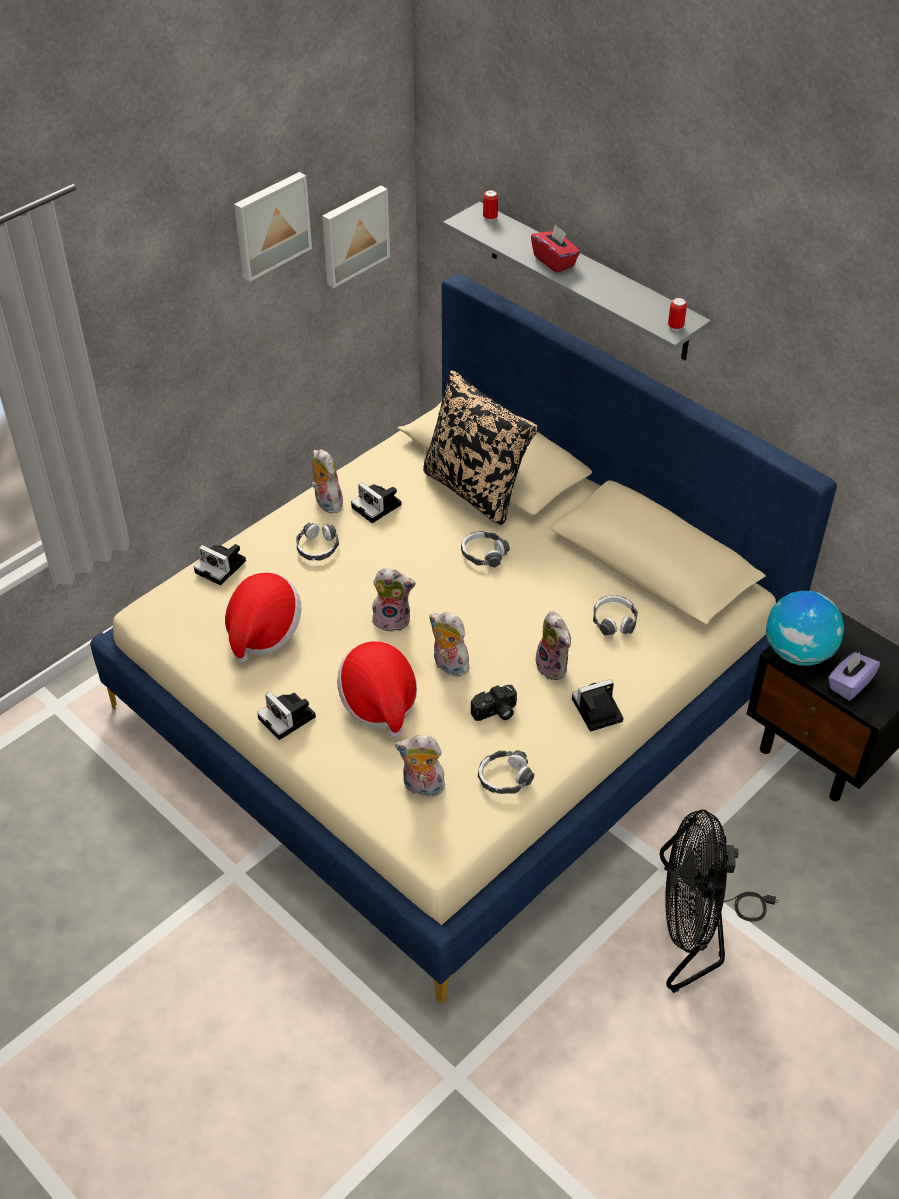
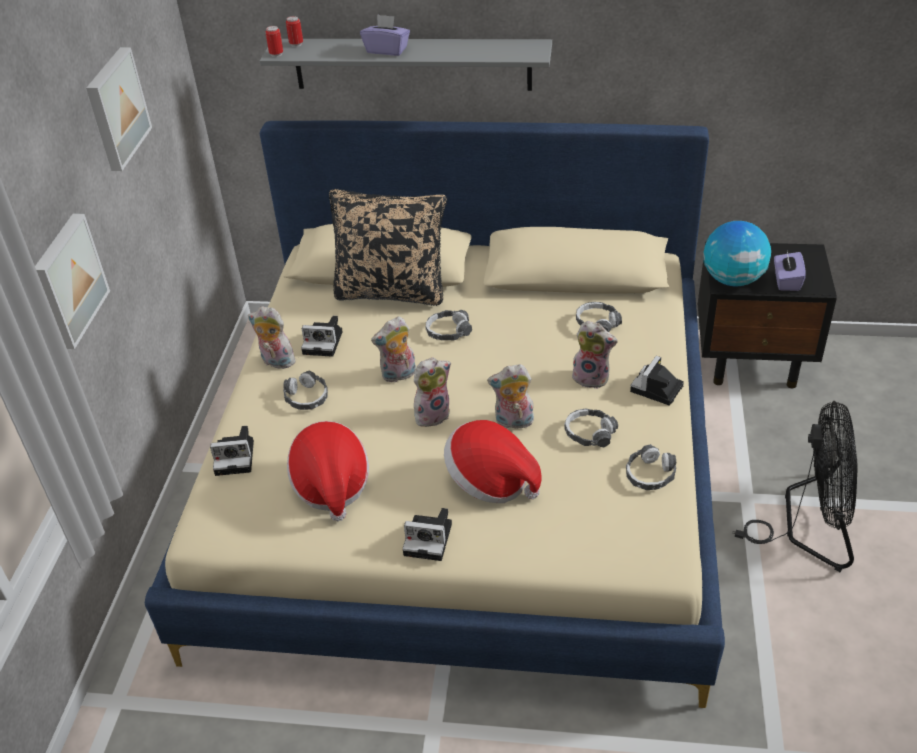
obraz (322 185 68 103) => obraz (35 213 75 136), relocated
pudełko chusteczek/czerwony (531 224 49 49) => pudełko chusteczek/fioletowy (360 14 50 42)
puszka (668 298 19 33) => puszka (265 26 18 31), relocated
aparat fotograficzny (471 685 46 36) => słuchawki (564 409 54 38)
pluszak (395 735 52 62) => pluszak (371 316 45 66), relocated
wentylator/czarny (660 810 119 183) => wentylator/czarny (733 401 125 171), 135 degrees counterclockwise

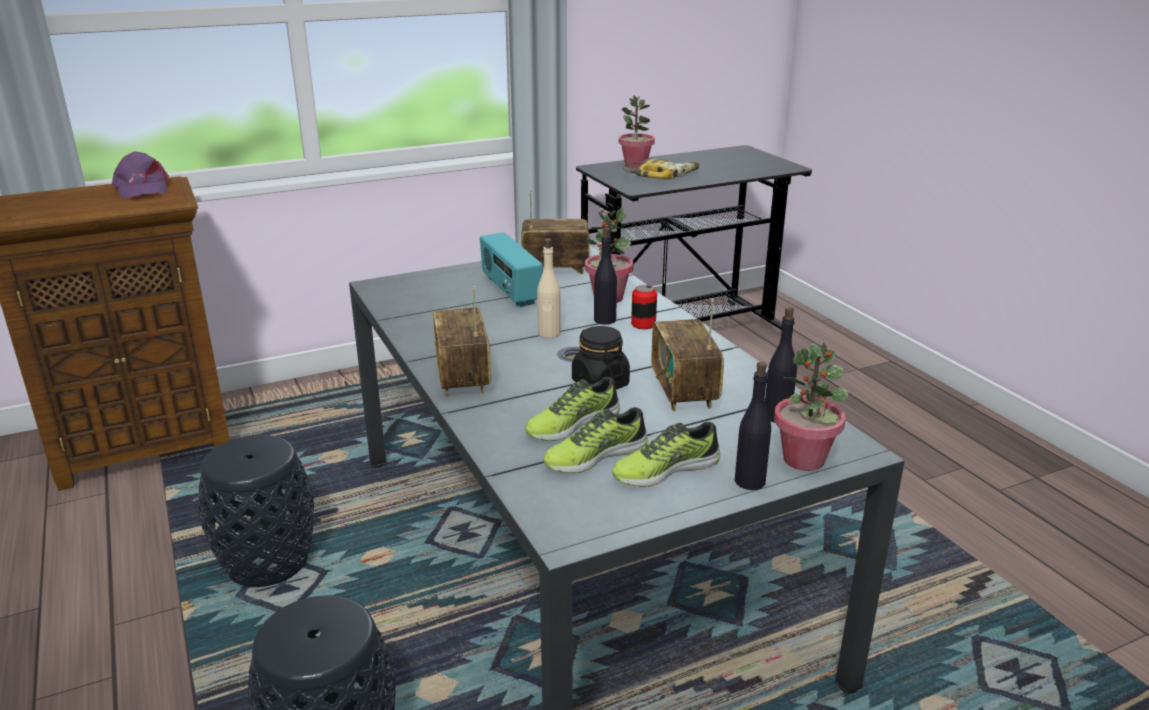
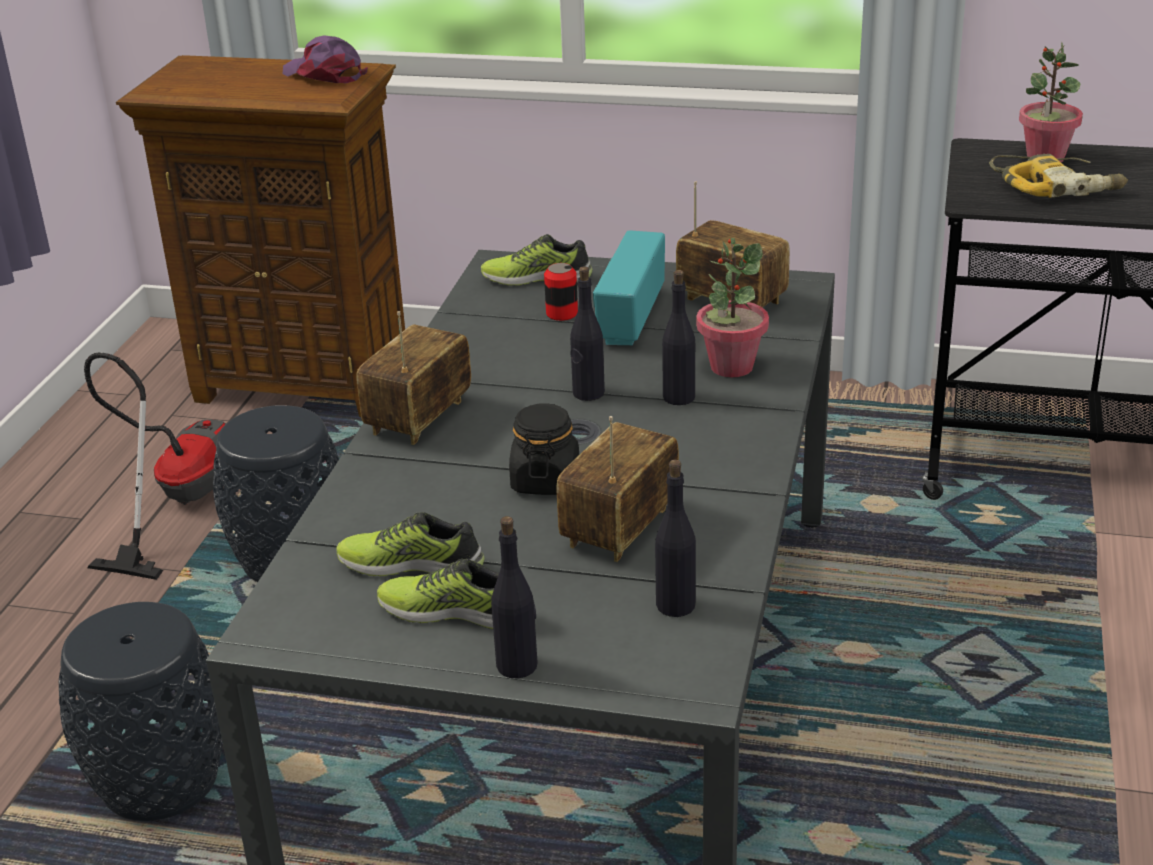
czapka z daszkiem/fioletowy (112 151 57 47) => czapka z daszkiem/fioletowy (283 35 85 49), 120 degrees clockwise
butelka/beżowy (537 238 24 100) => butelka/czarny (570 266 35 135)
puszka (631 285 26 44) => puszka (544 263 34 58), relocated
roślina doniczkowa (774 342 75 129) => nothing
but (525 377 95 64) => but (481 234 111 52), relocated
nothing => odkurzacz (84 353 142 227)

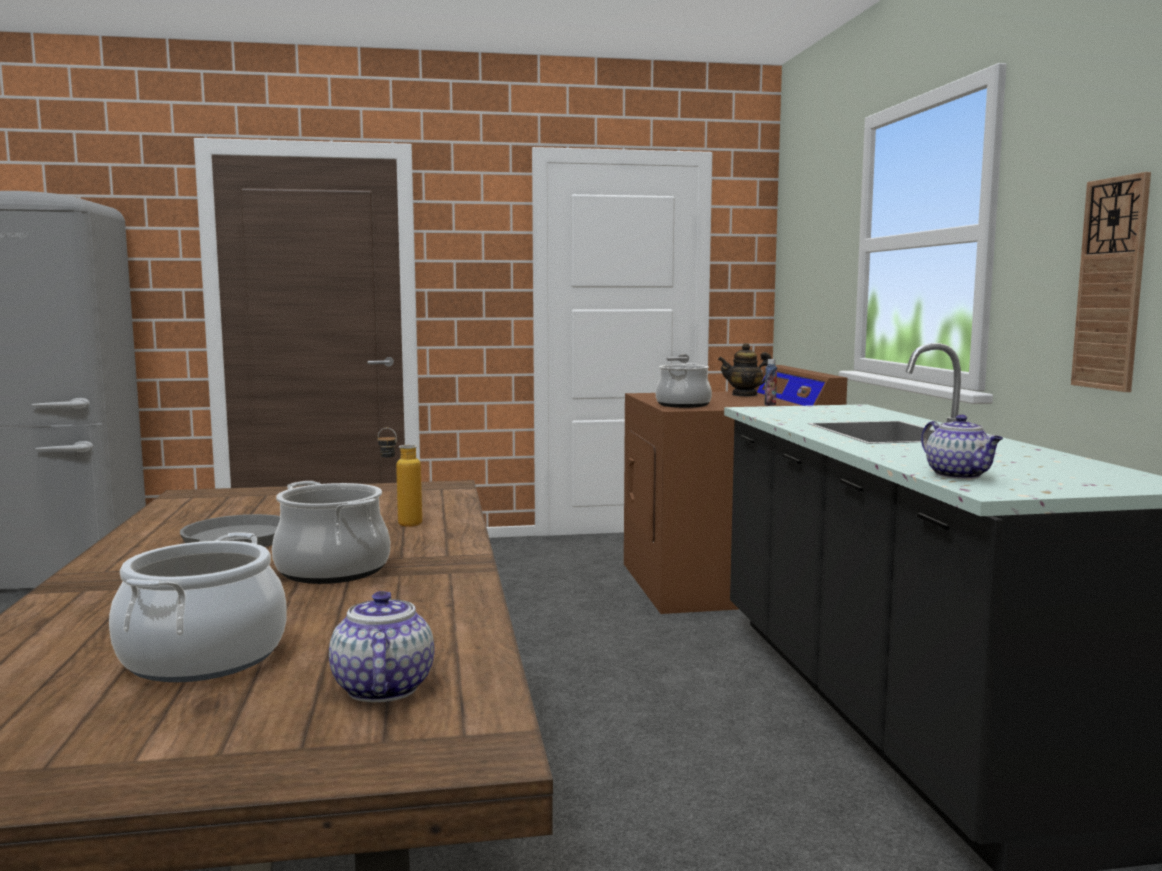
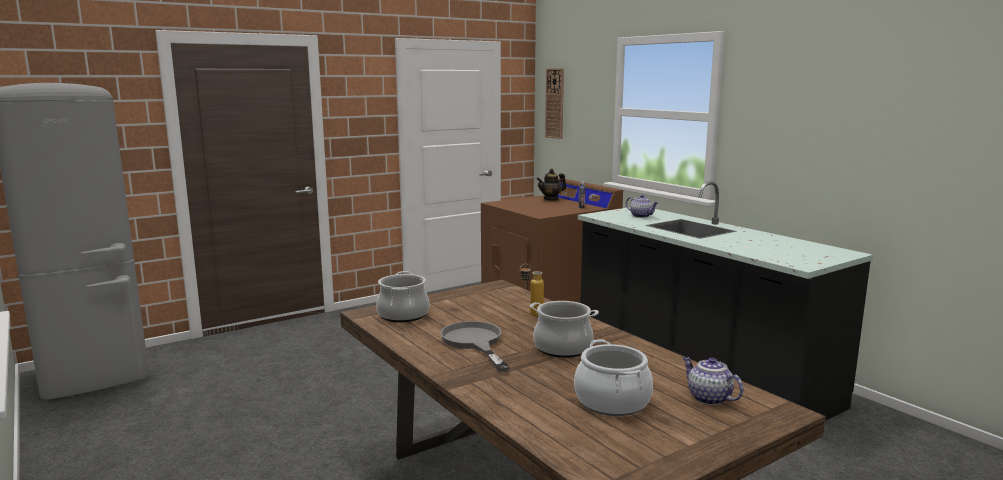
zegar ścienny (1071 172 80 220) => zegar ścienny (545 68 19 71), relocated
garnek (656 363 56 45) => garnek (376 271 53 52), relocated
imbryk (921 415 82 64) => imbryk (626 195 32 23), relocated

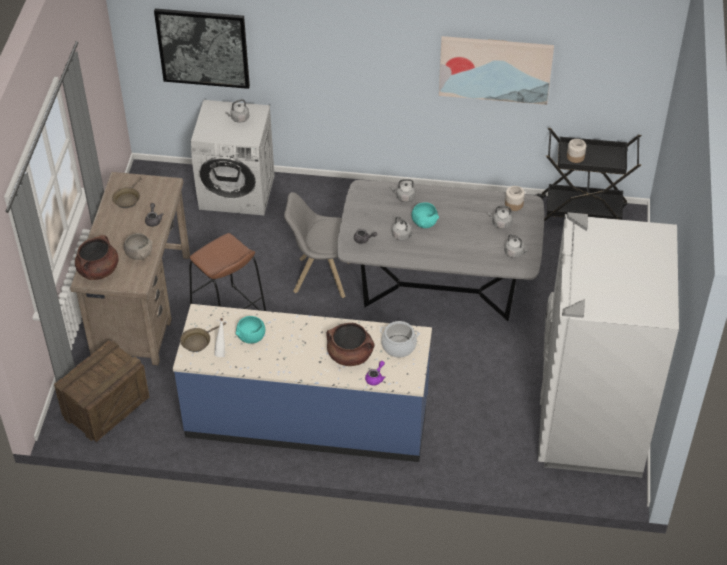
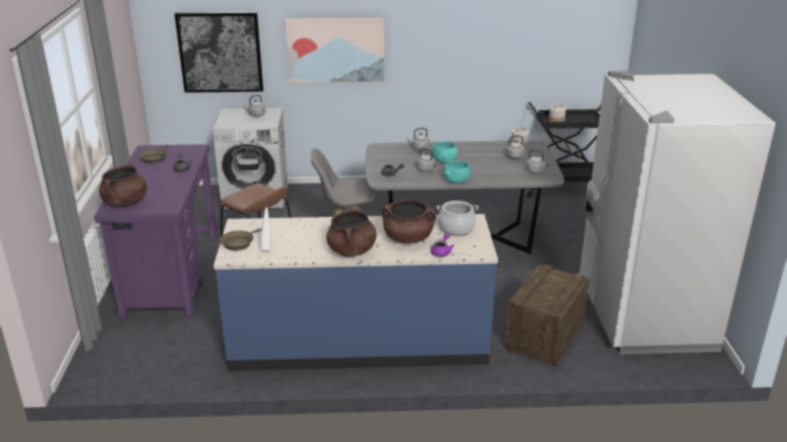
obraz (439 36 115 69) => obraz (285 18 99 65), relocated
biurko/brązowy (70 172 120 193) => biurko/fioletowy (94 144 123 174)
miska/szary (124 233 29 27) => nothing
miska/turkusowy (236 316 29 28) => miska/turkusowy (444 161 27 23), relocated
skrzynka (54 340 96 102) => skrzynka (505 264 84 102), relocated
nothing => garnek/brązowy (326 207 51 50)

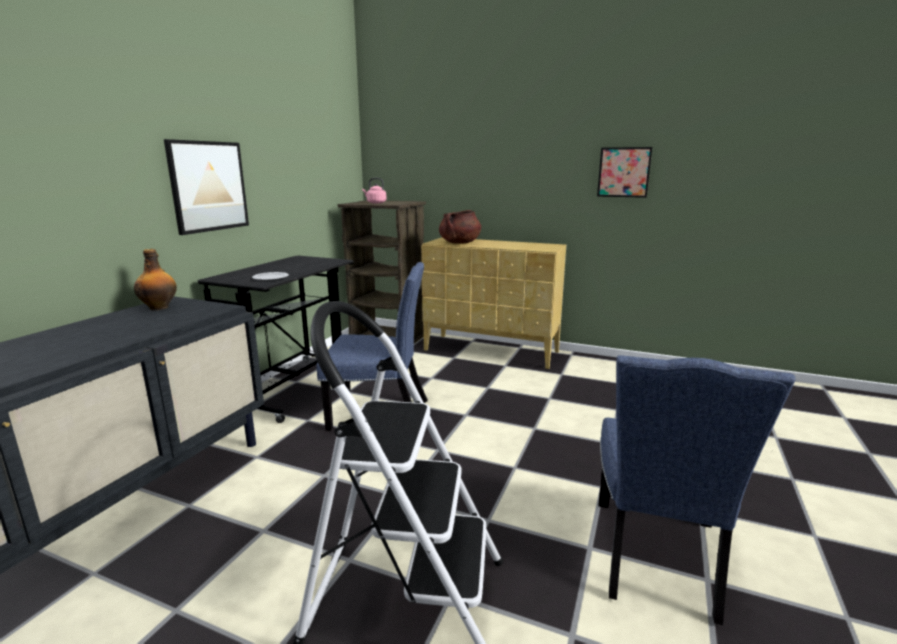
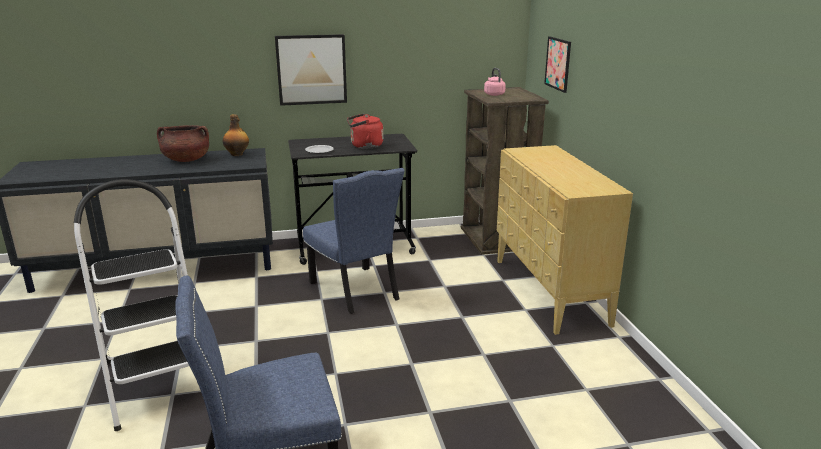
obraz (597 147 55 51) => obraz (544 36 27 57), relocated
garnek/brązowy (439 210 42 34) => garnek/brązowy (157 125 52 37), relocated
nothing => czajnik/czerwony (347 113 36 36)

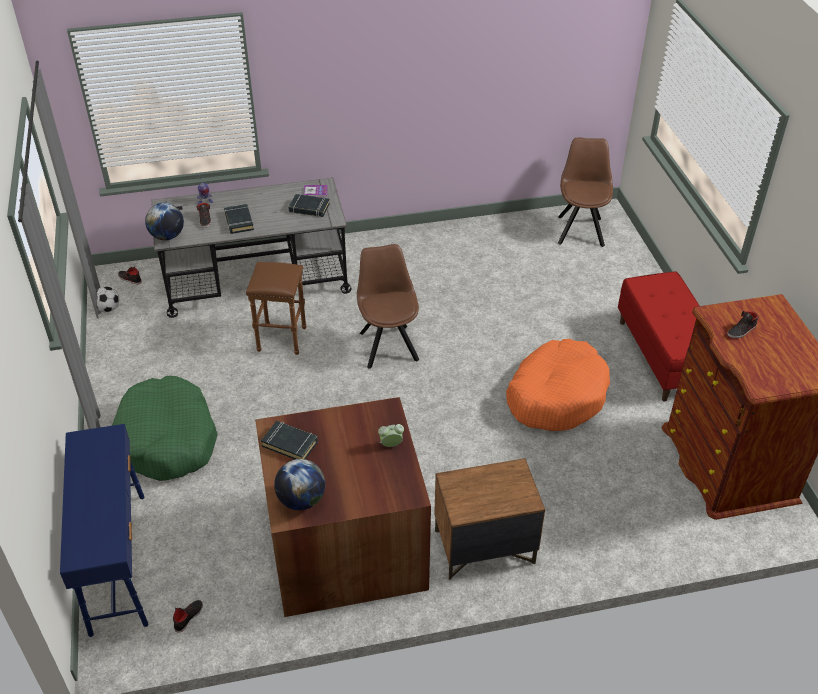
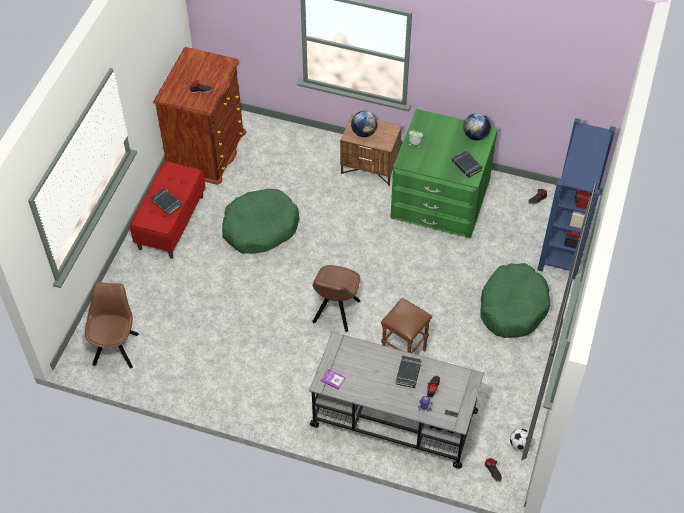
krzesło/brązowy (558 137 55 110) => krzesło/brązowy (85 282 54 87), 150 degrees clockwise
książka/czarny (288 194 42 23) => książka/czarny (151 188 31 27), relocated
globus (145 203 39 37) => globus (351 111 26 26), relocated
legowisko/pomarańczowy (506 339 104 92) => legowisko/zielony (222 189 78 65)
komoda/brązowy (255 397 176 220) => komoda/zielony (390 109 108 129)
stolik konsolowy/niebieski (60 424 88 213) => regał/niebieski (538 118 78 162)

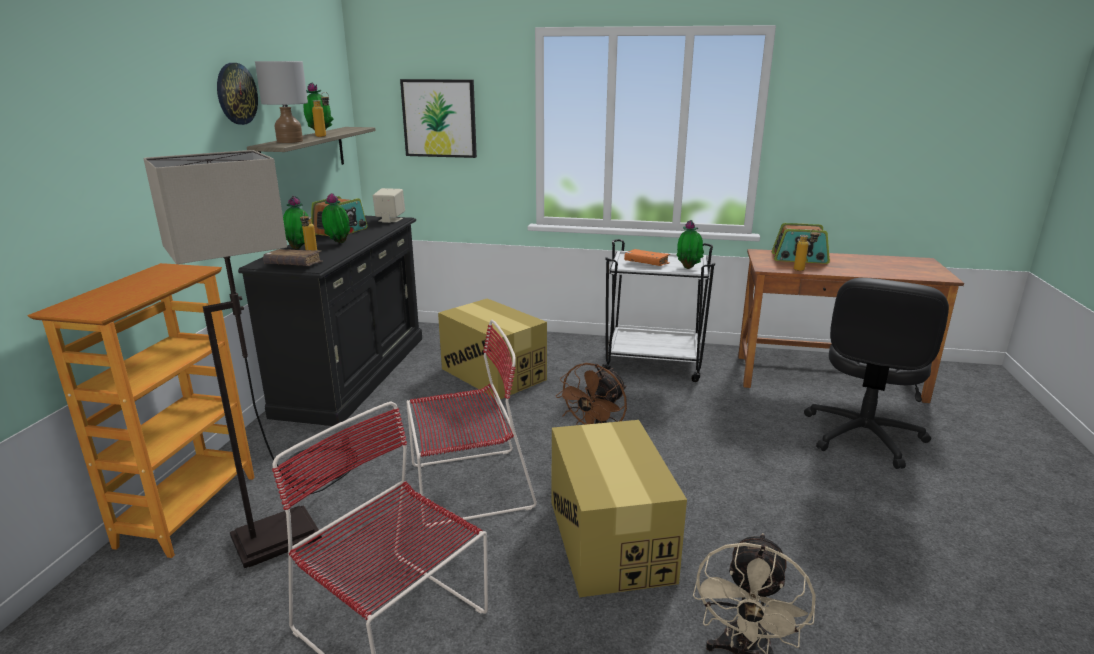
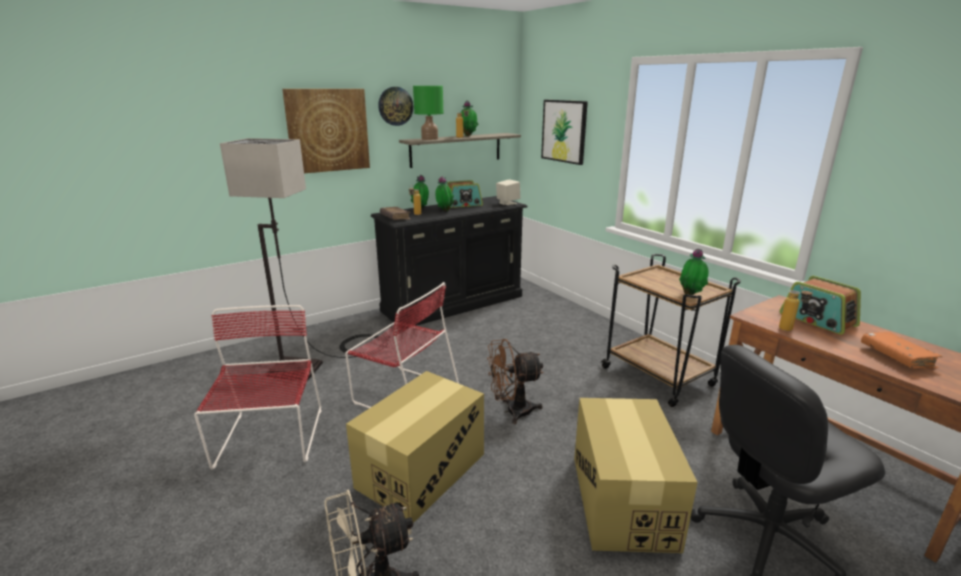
lampa stołowa/szary (255 61 53 82) => lampa stołowa/zielony (413 86 30 54)
wózek/biały (599 239 116 143) => wózek/brązowy (600 254 141 153)
książka/pomarańczowy (624 249 46 17) => książka/pomarańczowy (861 332 82 37), relocated
regał (27 263 228 295) => nothing
karton (438 298 109 101) => karton (574 398 124 155), relocated
nothing => obraz (282 89 88 84)

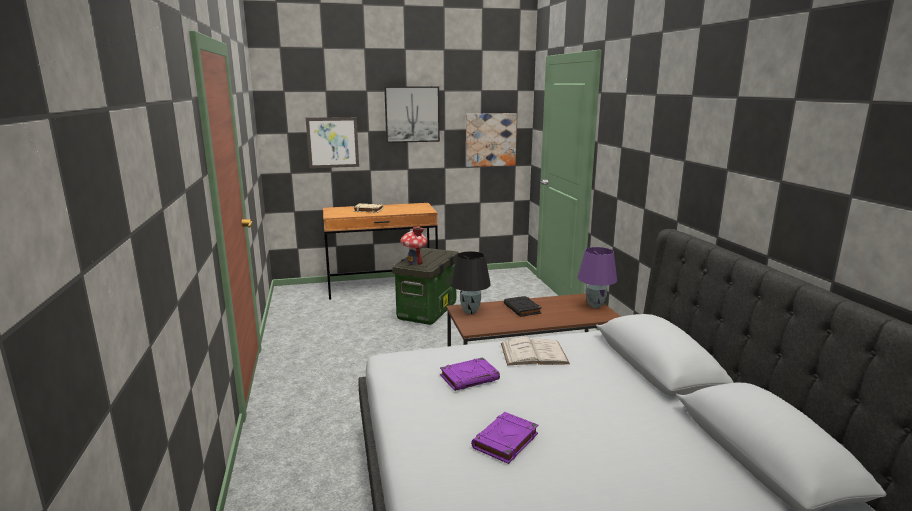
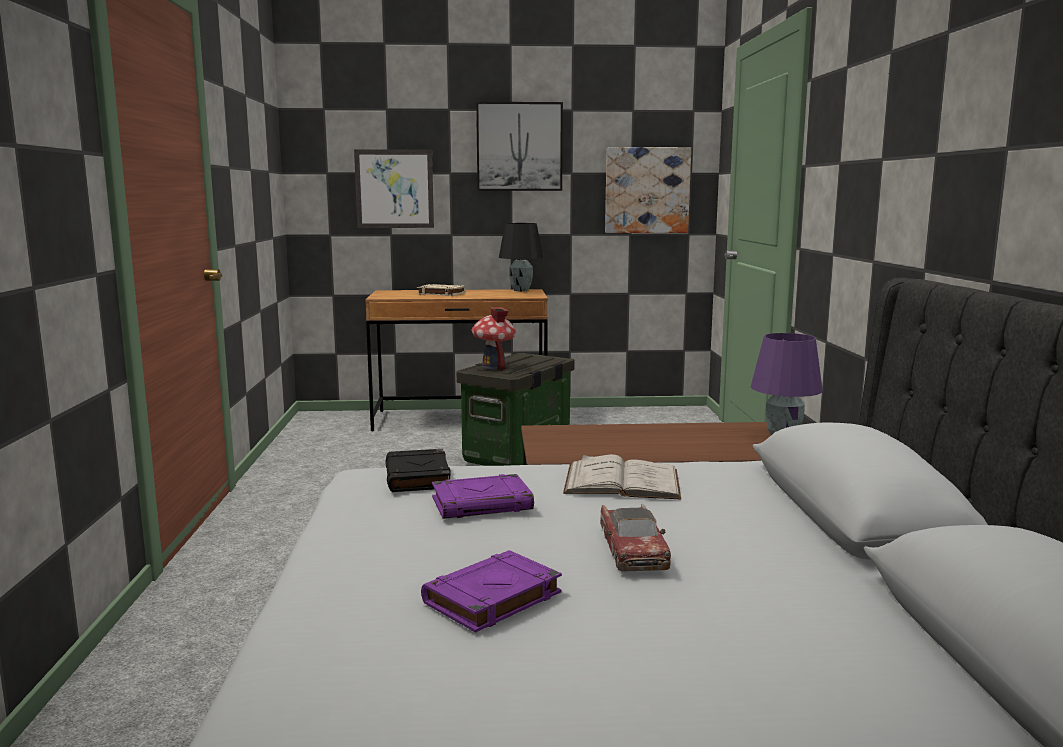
lampa stołowa/czarny (451 251 39 63) => lampa stołowa/czarny (499 223 44 68), relocated
książka/czarny (504 296 37 21) => książka/czarny (385 449 66 43), relocated
nothing => samochodzik (600 504 71 67)

